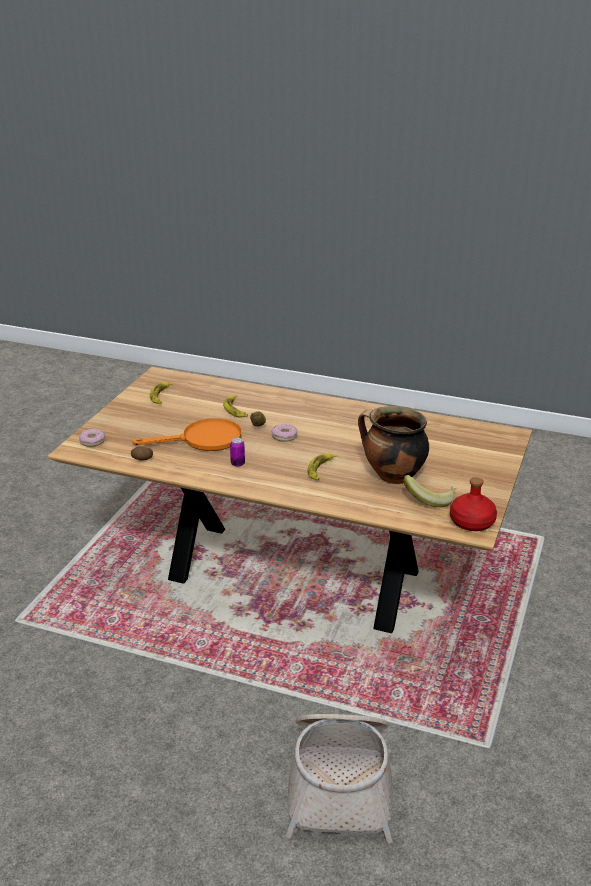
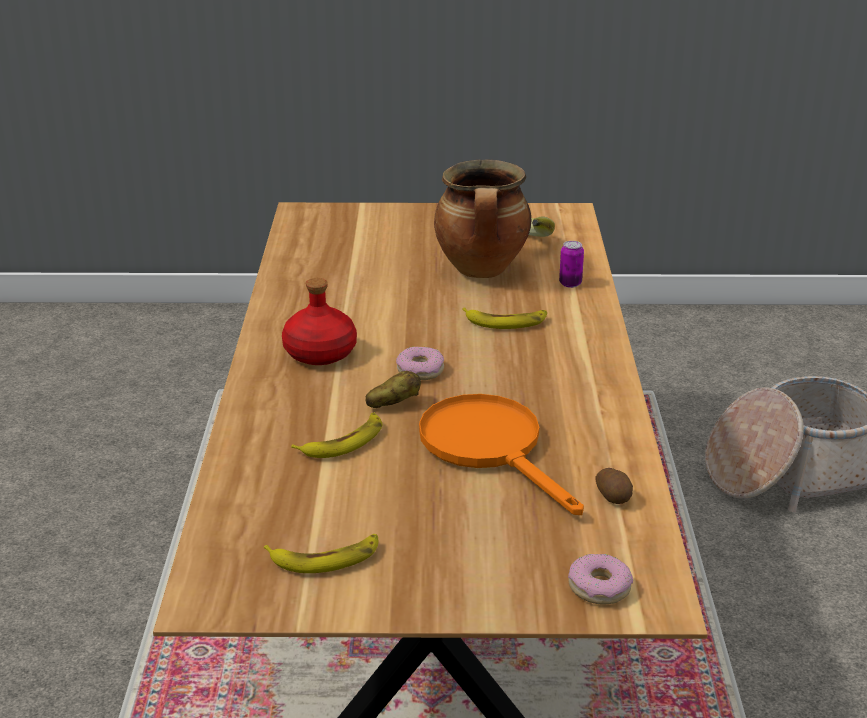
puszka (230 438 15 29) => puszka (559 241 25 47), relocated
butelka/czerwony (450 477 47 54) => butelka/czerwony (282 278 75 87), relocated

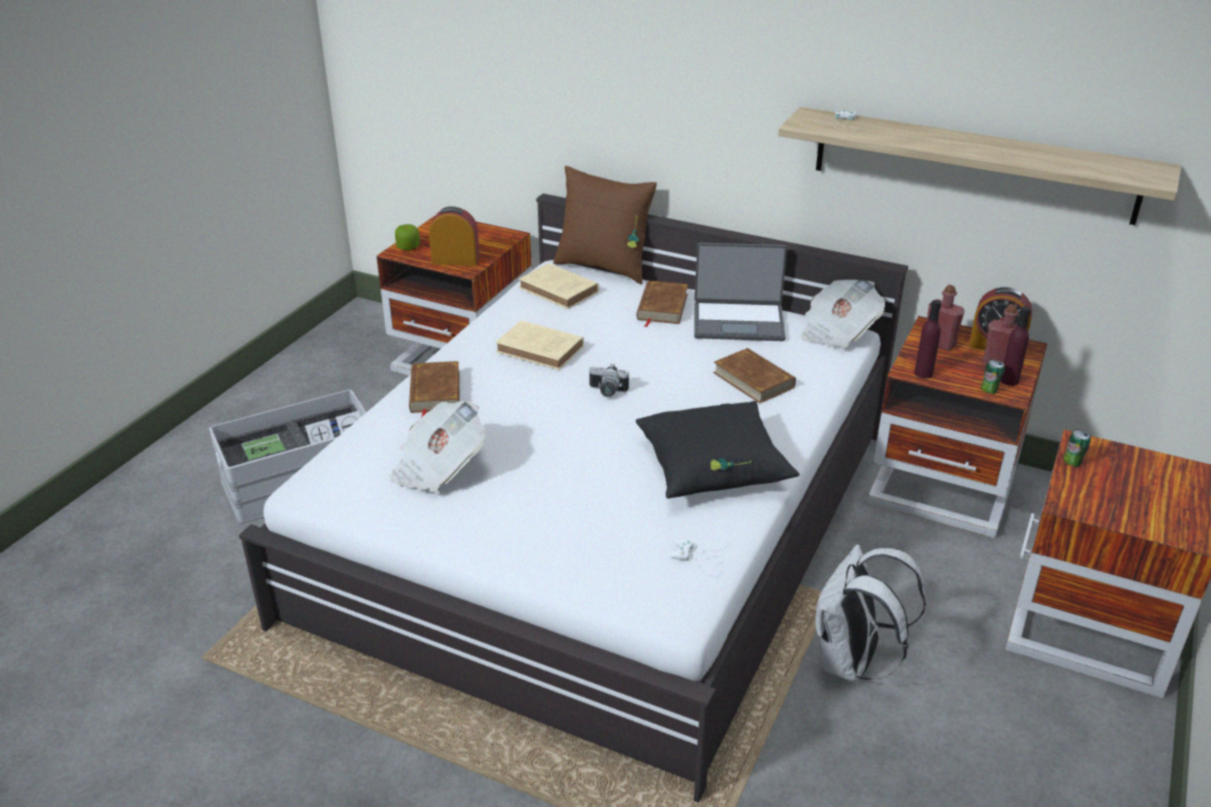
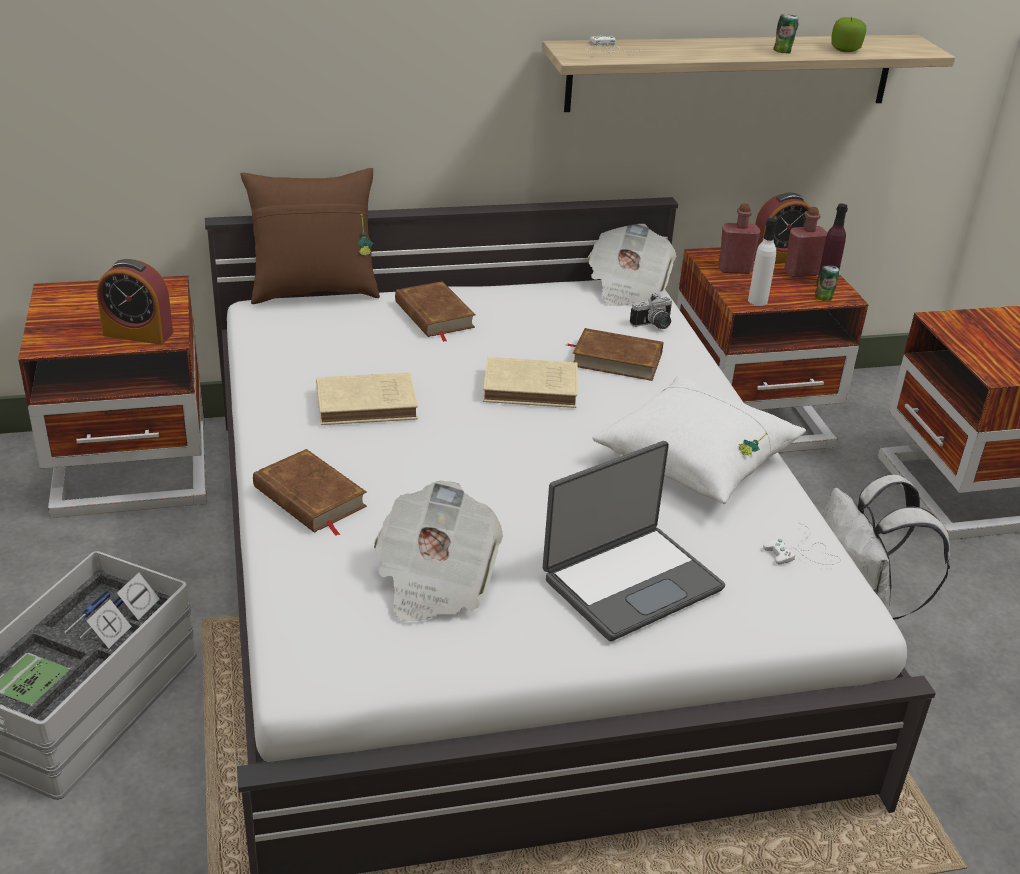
budzik (429 206 51 60) => budzik (97 259 76 86), 135 degrees counterclockwise
jabłko (395 224 25 26) => jabłko (831 17 35 35), relocated
laptop (694 243 93 98) => laptop (543 441 182 200), relocated
książka/beżowy (519 263 80 46) => książka/beżowy (483 357 95 51), relocated
butelka/fioletowy (914 300 27 79) => butelka/biały (748 218 29 88)
aparat fotograficzny (590 363 39 34) => aparat fotograficzny (630 293 43 36), relocated
poduszka/czarny (636 401 163 98) => poduszka/biały (592 375 214 129)
puszka (1063 429 28 38) => puszka (773 14 25 40), relocated

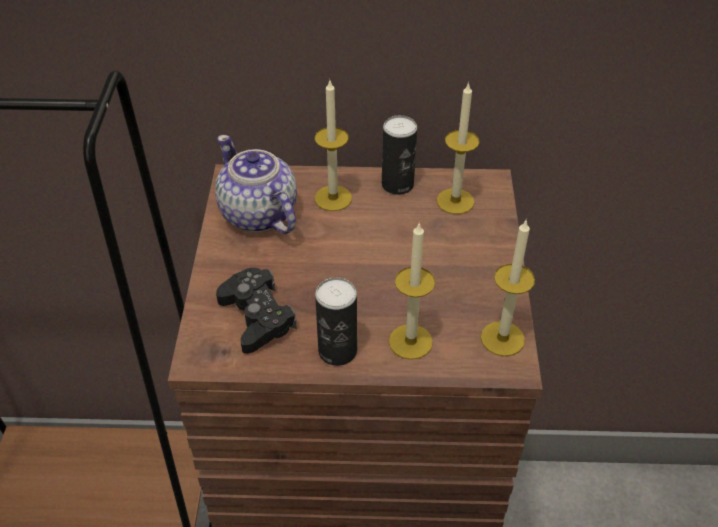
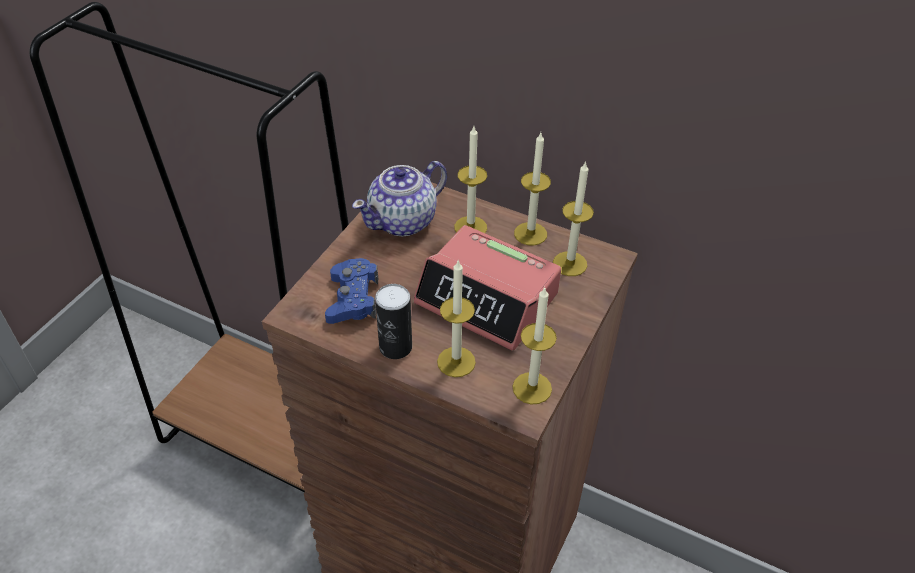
puszka (382 115 35 80) => świeca (514 133 37 113)
imbryk (215 135 82 99) => imbryk (352 161 95 76), 120 degrees counterclockwise
pad do gier/czarny (216 268 81 86) => pad do gier/niebieski (325 258 53 66)
nothing => budzik (413 225 148 126)

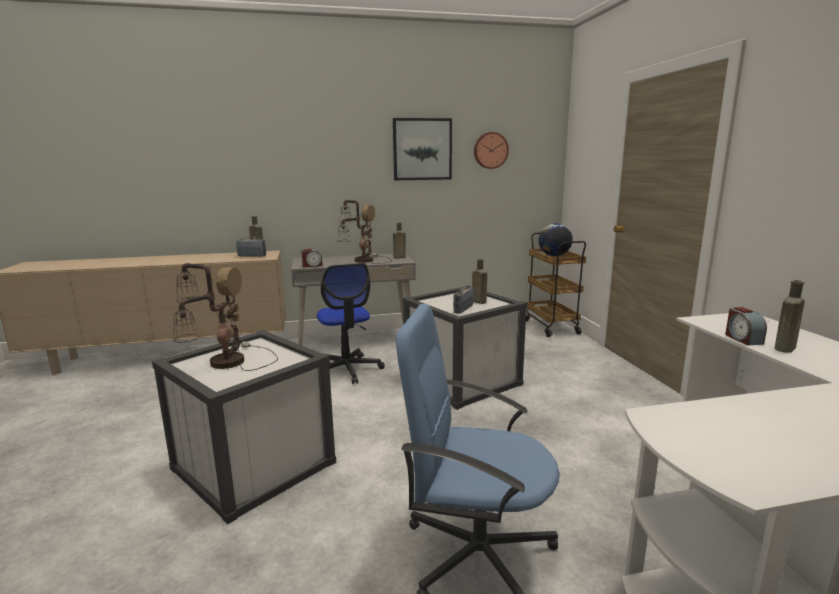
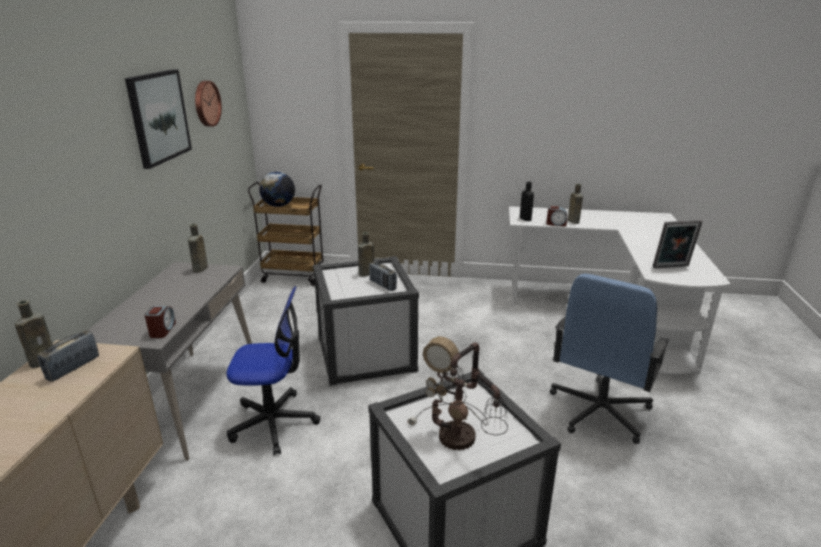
lampa stołowa (338 200 54 64) => nothing
nothing => butelka/czarny (520 182 14 39)
nothing => ramka na zdjęcie (653 220 50 48)

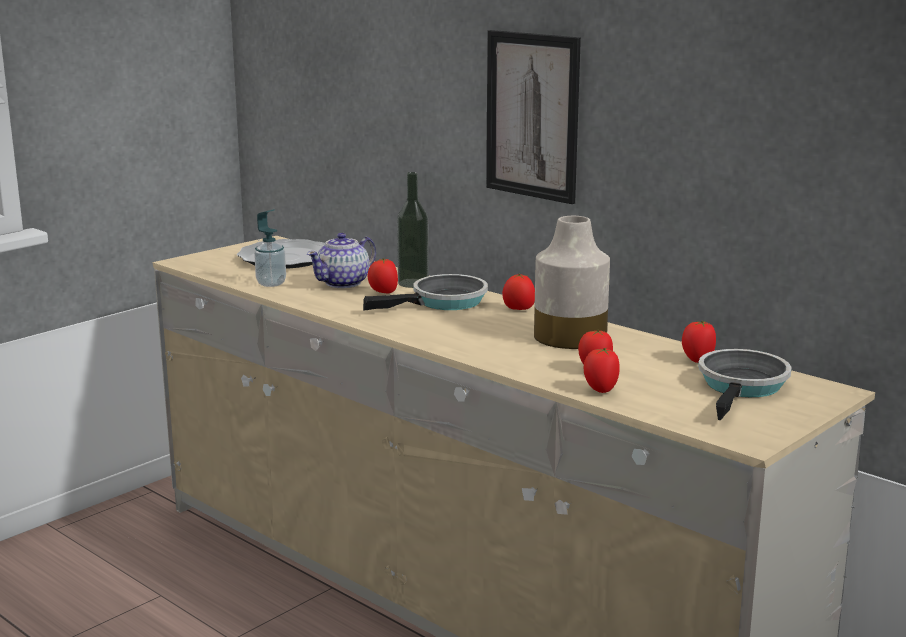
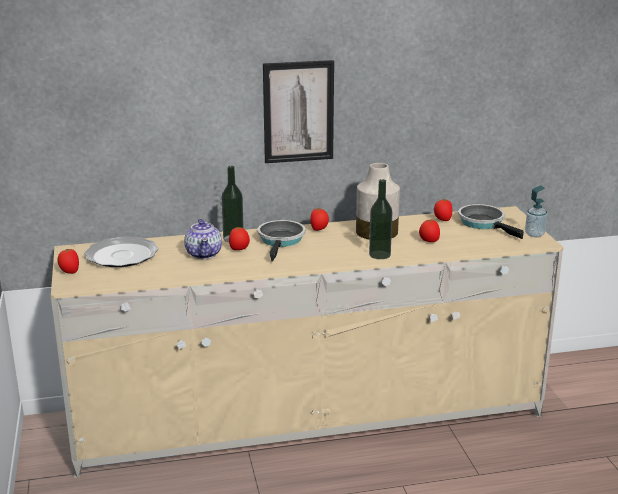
dozownik mydła (254 209 32 78) => dozownik mydła (525 186 22 51), relocated
pomidor (584 348 36 45) => pomidor (57 249 22 25), relocated
nothing => butelka (369 179 23 80)

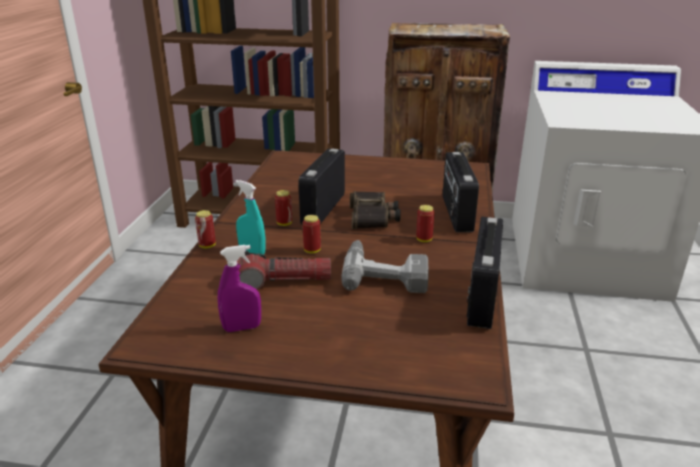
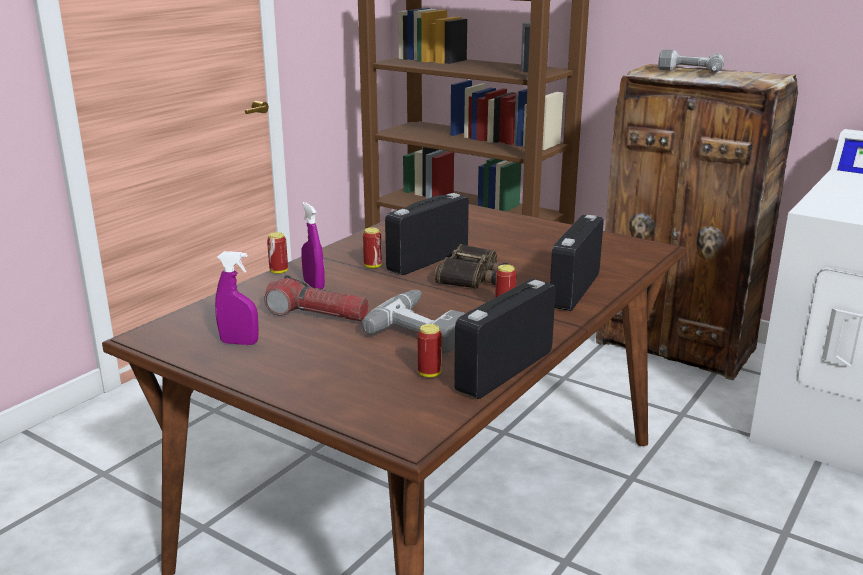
spryskiwacz/turkusowy (235 180 31 76) => spryskiwacz/fioletowy (301 202 24 87)
puszka (303 215 18 38) => puszka (418 324 24 54), relocated
nothing => wiertarka (658 50 66 22)

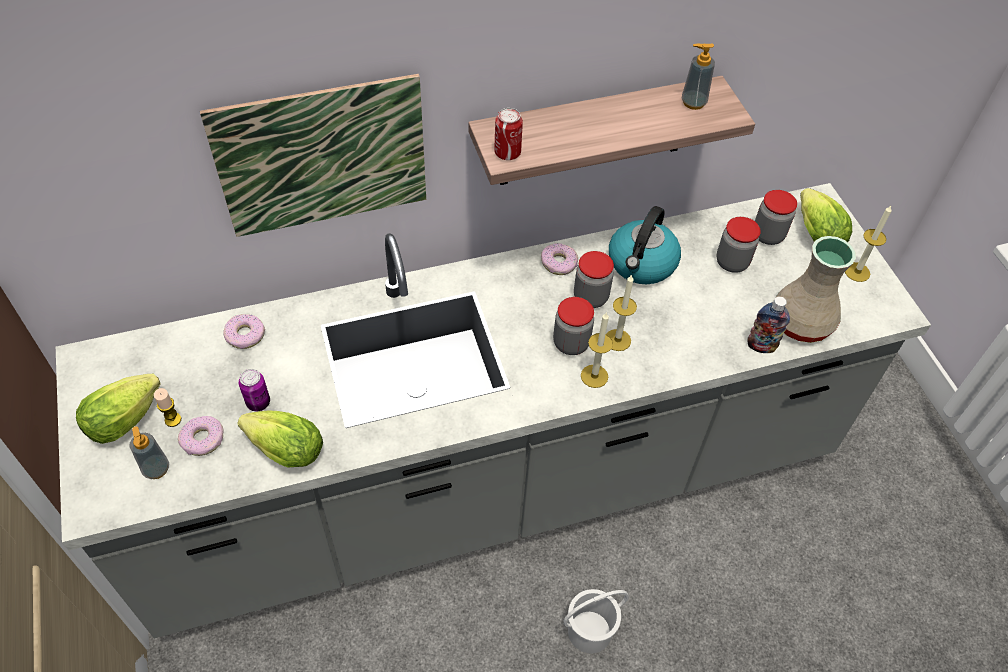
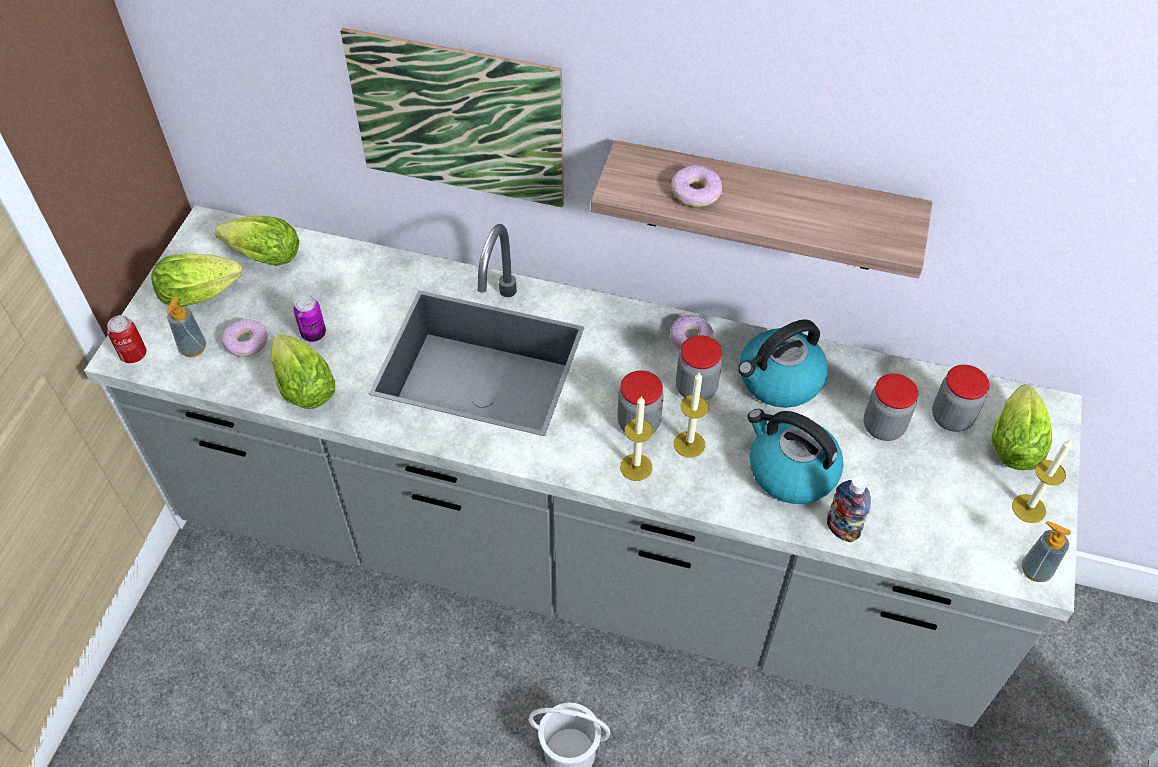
dozownik mydła (682 44 33 66) => dozownik mydła (1021 521 50 61), relocated
puszka (494 108 29 52) => puszka (107 315 40 48), relocated
wazon/beżowy (773 236 83 107) => nothing
donut (223 314 42 35) => donut (671 165 51 42), relocated
świeca (154 388 27 39) => nothing
nothing => sałata (215 216 84 50)
nothing => czajnik (748 409 96 95)

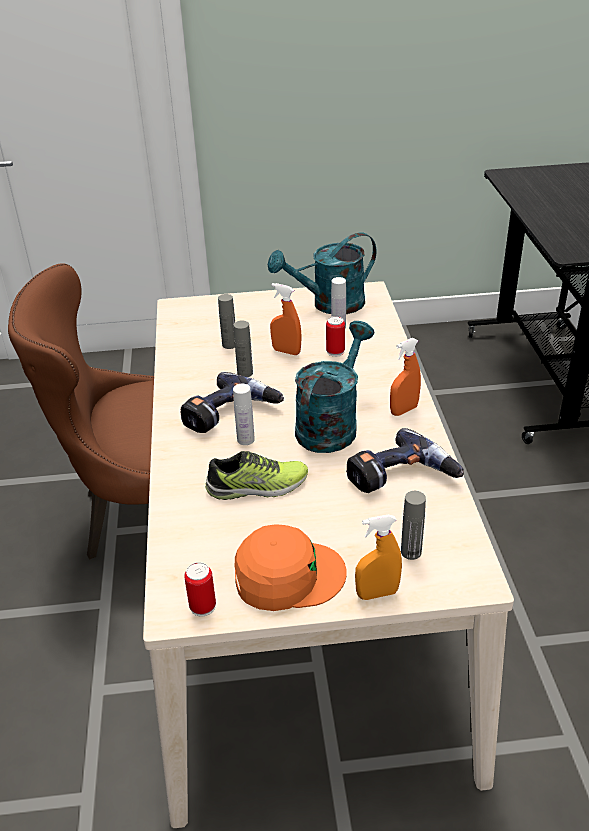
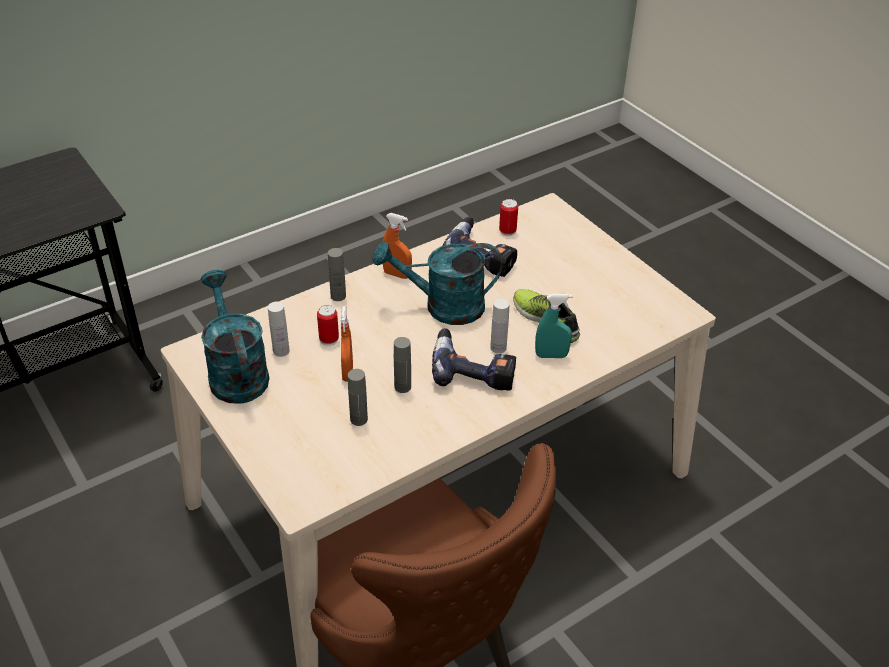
konewka/turkusowy (268 232 108 82) => konewka/turkusowy (201 270 68 134), 150 degrees counterclockwise
butelka/szary (401 491 25 69) => butelka/szary (328 248 18 53), relocated
spryskiwacz/pomarańczowy (355 514 47 86) => nothing
czapka z daszkiem/pomarańczowy (234 524 113 87) => nothing
puszka (184 562 32 55) => puszka (499 199 19 37), relocated
nothing => spryskiwacz/turkusowy (535 294 38 64)

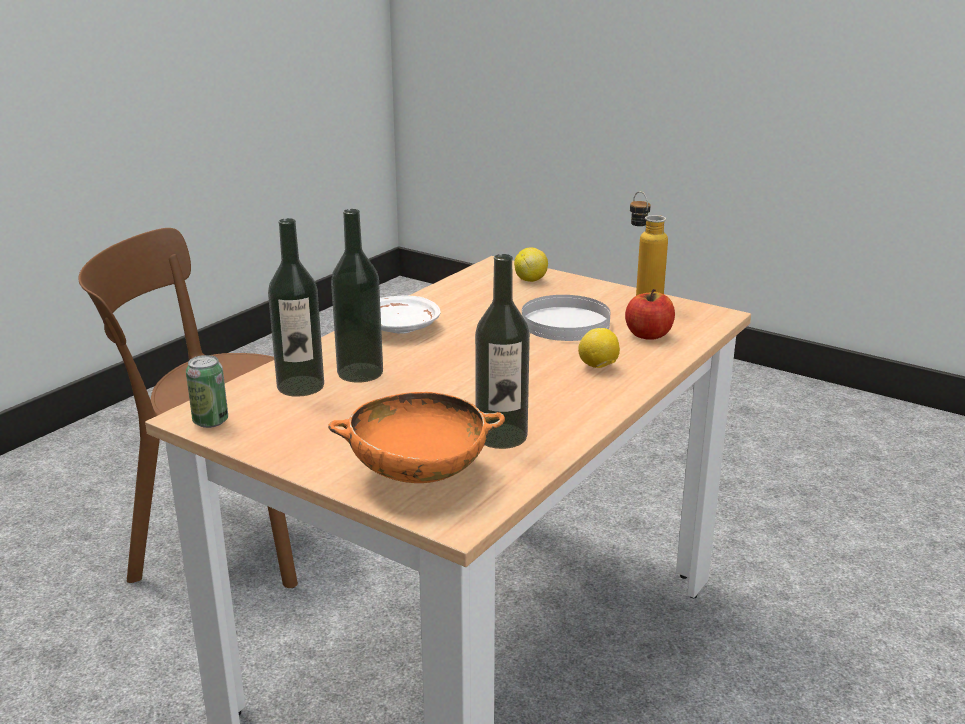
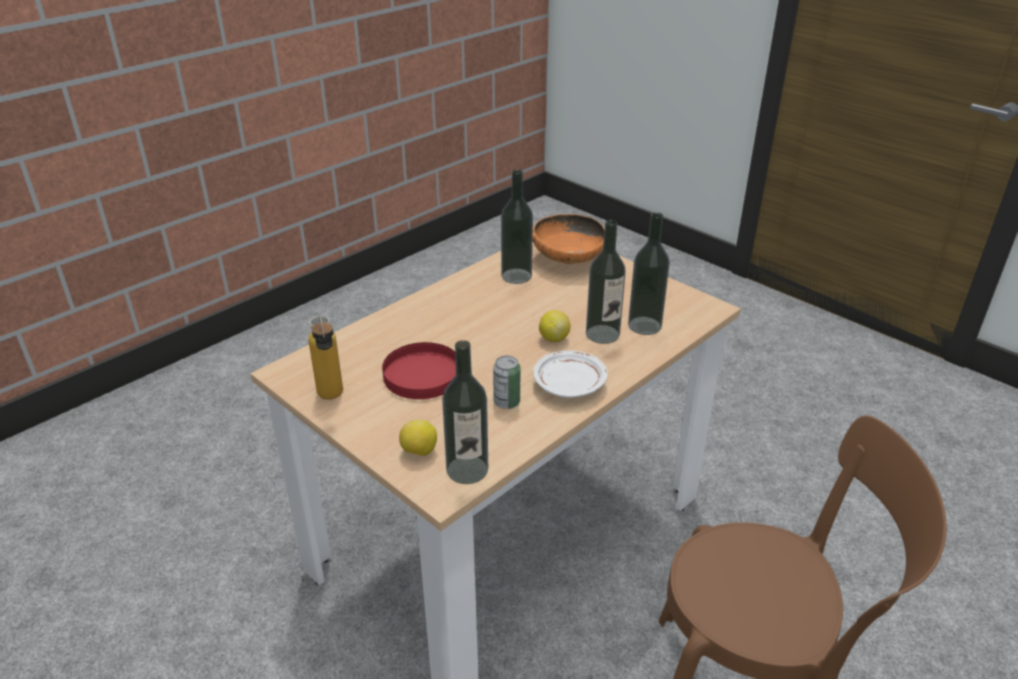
jabłko (625 289 50 51) => nothing
talerz/biały (522 295 88 46) => talerz/czerwony (382 342 74 57)
cytryna (578 328 42 40) => cytryna (539 310 32 32), relocated
puszka (186 355 42 73) => puszka (493 356 27 53), relocated
nothing => butelka (442 340 46 144)

